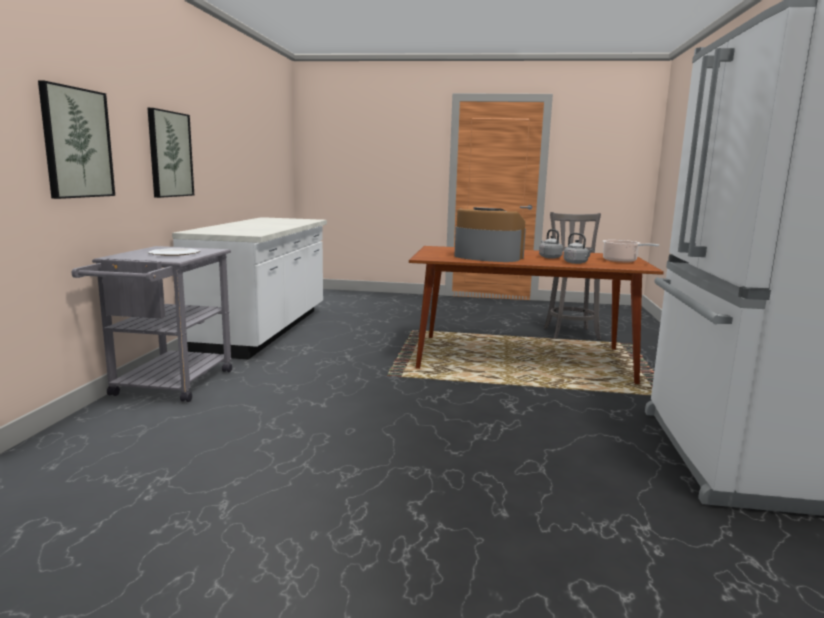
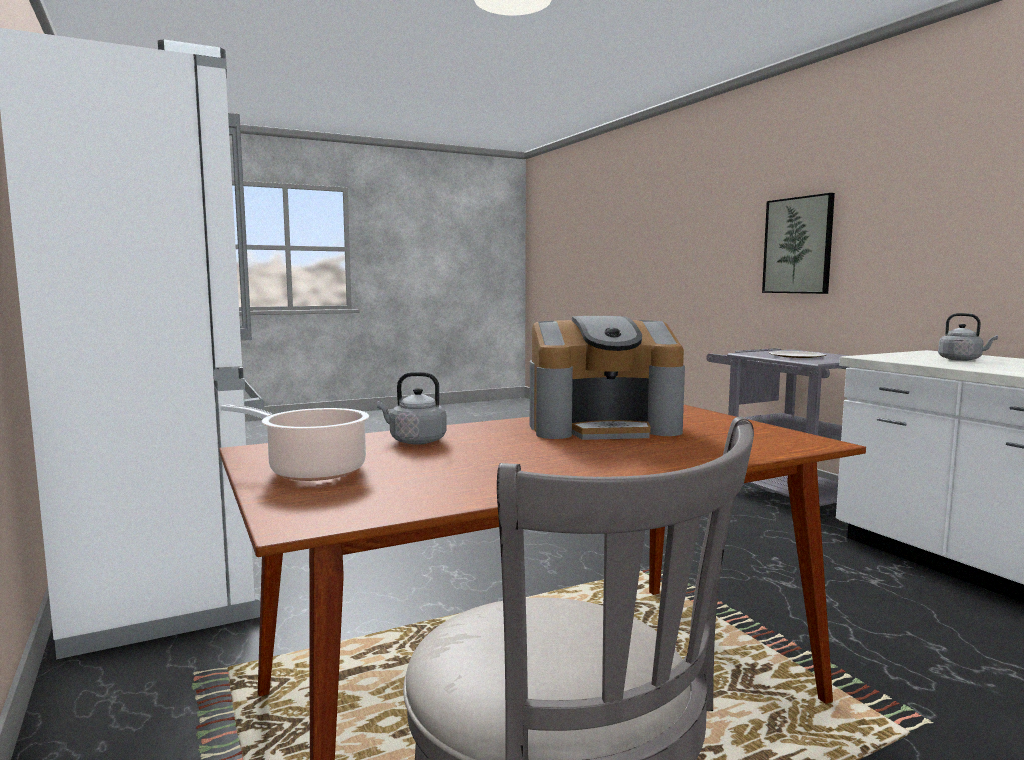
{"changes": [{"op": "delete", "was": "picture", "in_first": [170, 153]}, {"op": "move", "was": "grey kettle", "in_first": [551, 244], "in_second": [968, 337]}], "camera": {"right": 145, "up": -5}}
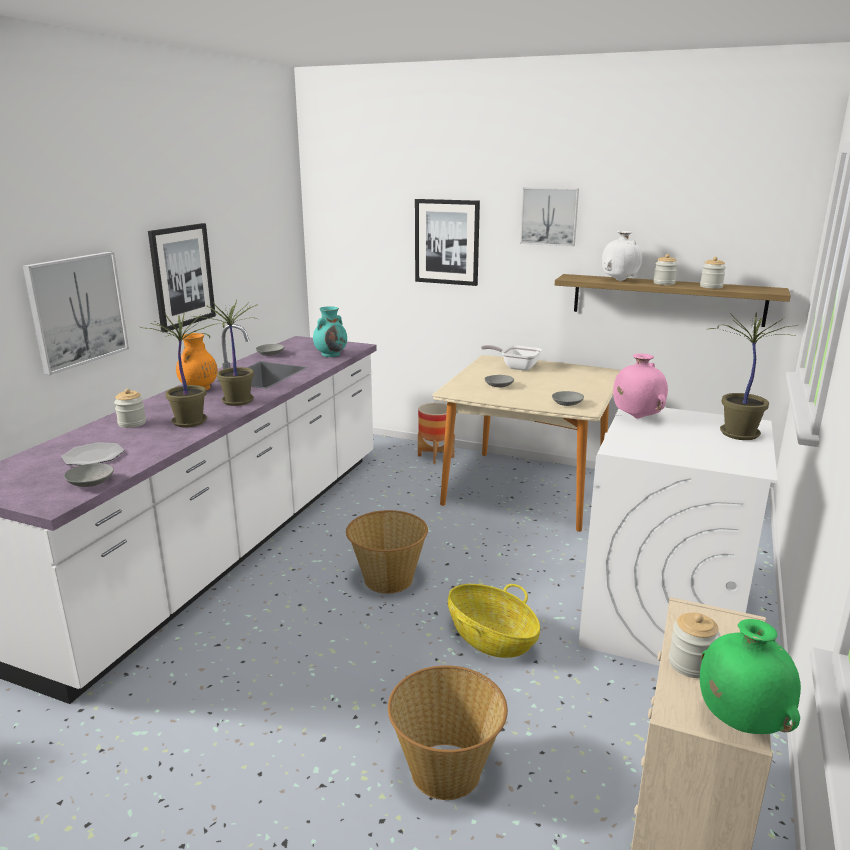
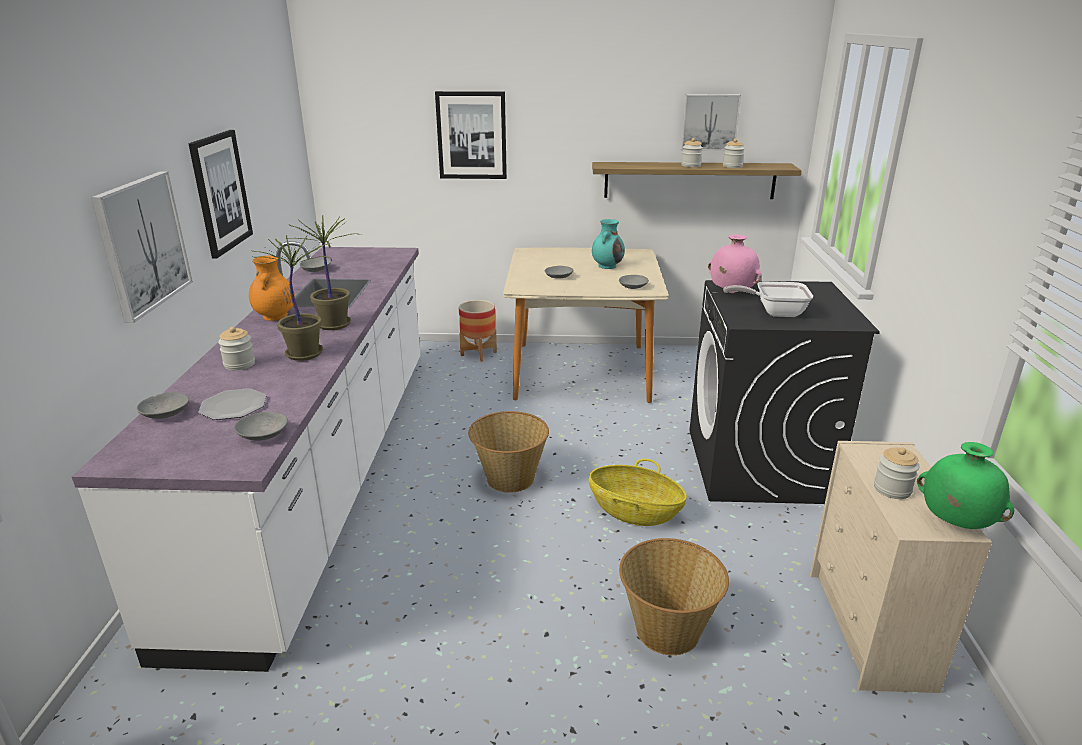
{"changes": [{"op": "move", "was": "picture", "in_first": [549, 216], "in_second": [711, 122]}, {"op": "delete", "was": "white vase", "in_first": [622, 256]}, {"op": "move", "was": "turquoise vase", "in_first": [330, 331], "in_second": [608, 244]}, {"op": "delete", "was": "potted plant", "in_first": [753, 376]}, {"op": "move", "was": "frying pan", "in_first": [511, 358], "in_second": [768, 299]}, {"op": "recolor", "was": "white washing machine", "now": "black washing machine", "in_first": [678, 537], "in_second": [784, 392]}, {"op": "insert", "now": "grey bowl", "in_second": [163, 405]}], "camera": {"right": -20, "up": 5}}
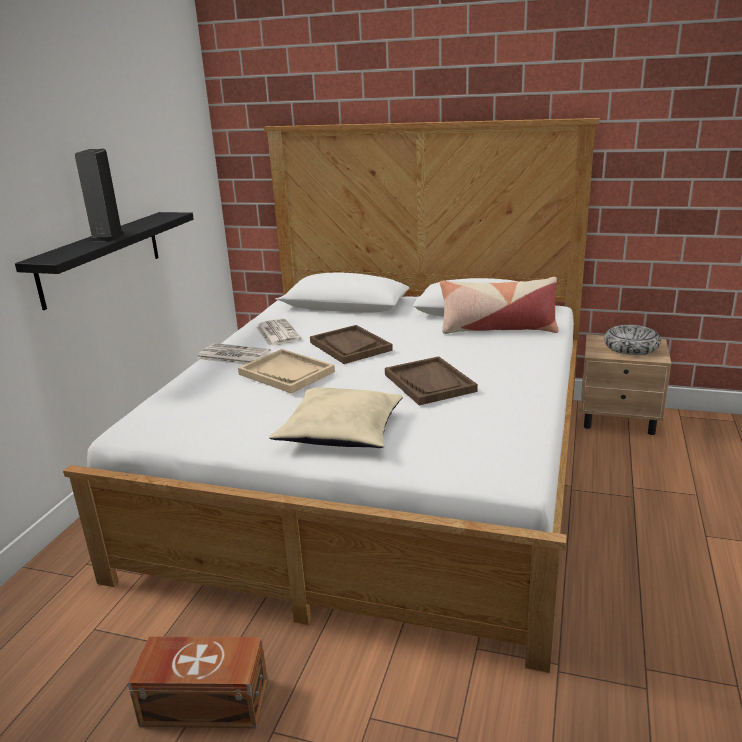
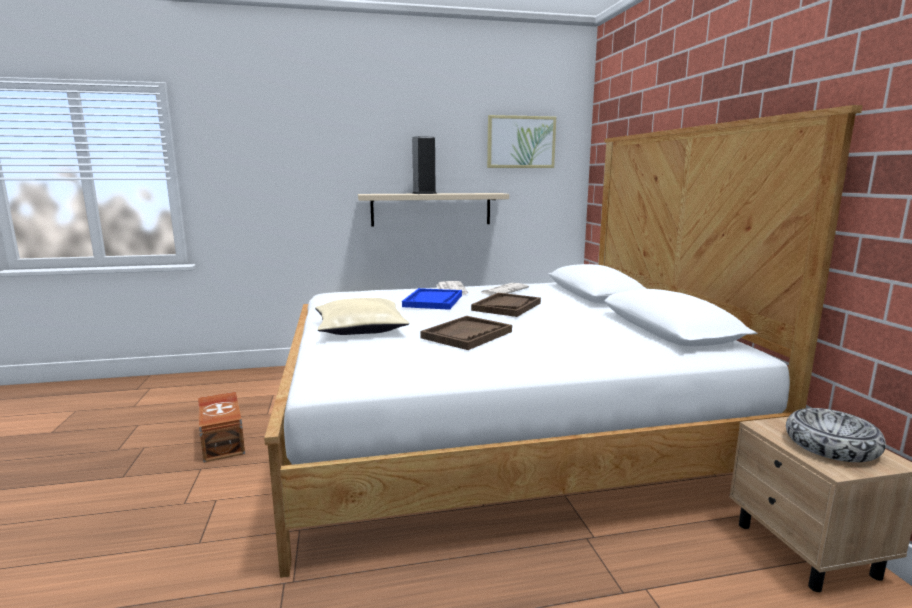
{"changes": [{"op": "recolor", "was": "black shelf", "now": "beige shelf", "in_first": [104, 261], "in_second": [433, 210]}, {"op": "delete", "was": "pillow", "in_first": [499, 305]}, {"op": "recolor", "was": "beige tray", "now": "blue tray", "in_first": [286, 371], "in_second": [432, 299]}, {"op": "insert", "now": "picture", "in_second": [521, 141]}], "camera": {"right": 60, "up": -10}}
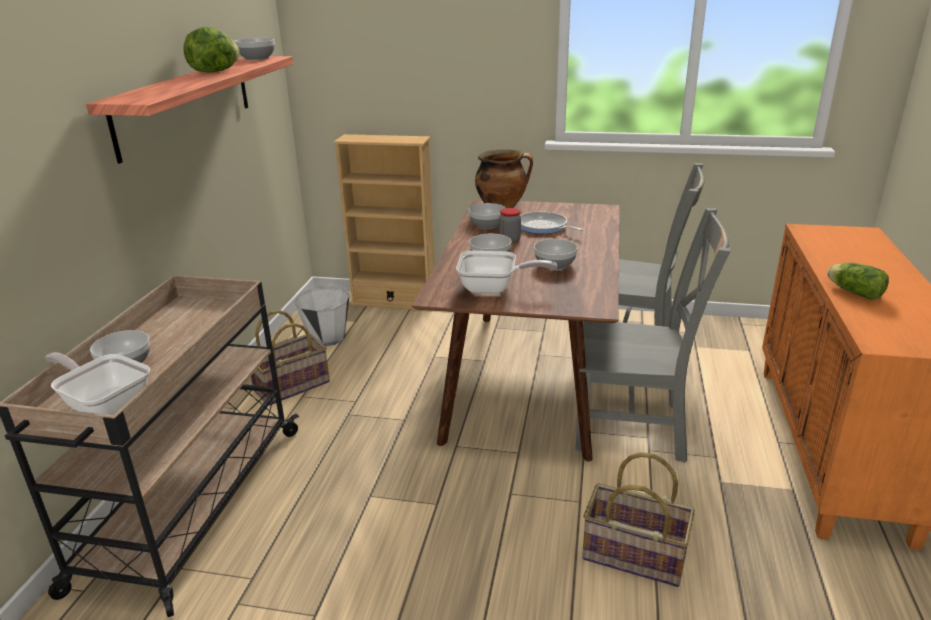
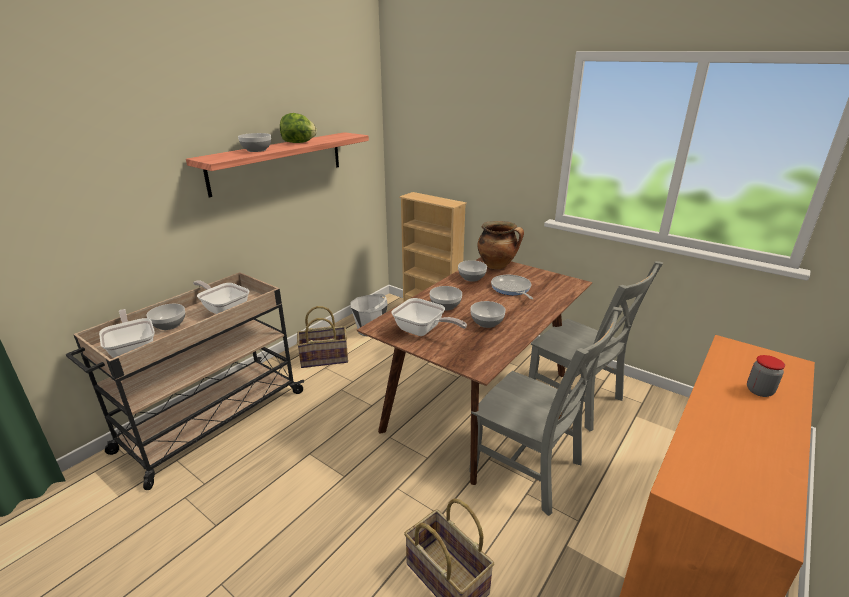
{"changes": [{"op": "move", "was": "bowl", "in_first": [254, 49], "in_second": [254, 142]}, {"op": "move", "was": "jar", "in_first": [510, 225], "in_second": [766, 376]}, {"op": "delete", "was": "lettuce", "in_first": [858, 281]}, {"op": "insert", "now": "frying pan", "in_second": [221, 297]}], "camera": {"right": 25, "up": 0}}
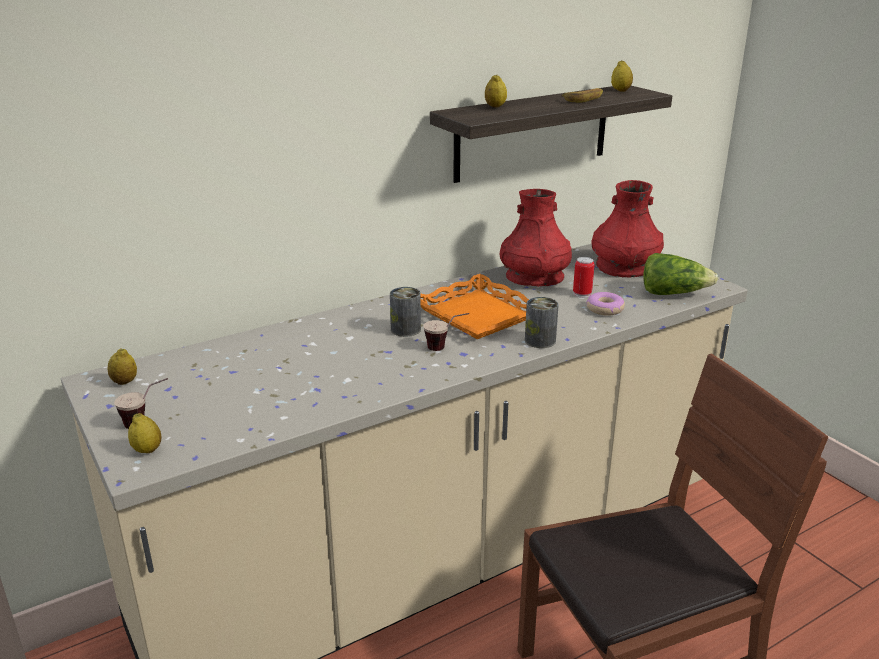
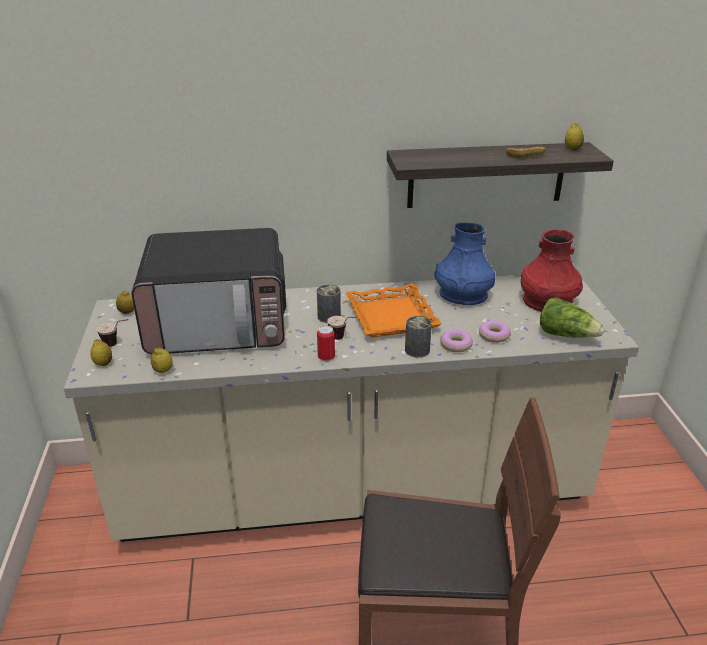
{"changes": [{"op": "move", "was": "lemon", "in_first": [496, 91], "in_second": [162, 360]}, {"op": "recolor", "was": "red vase", "now": "blue vase", "in_first": [536, 238], "in_second": [465, 264]}, {"op": "move", "was": "can", "in_first": [584, 277], "in_second": [326, 344]}, {"op": "insert", "now": "microwave", "in_second": [208, 291]}, {"op": "insert", "now": "donut", "in_second": [456, 340]}], "camera": {"right": 25, "up": 5}}
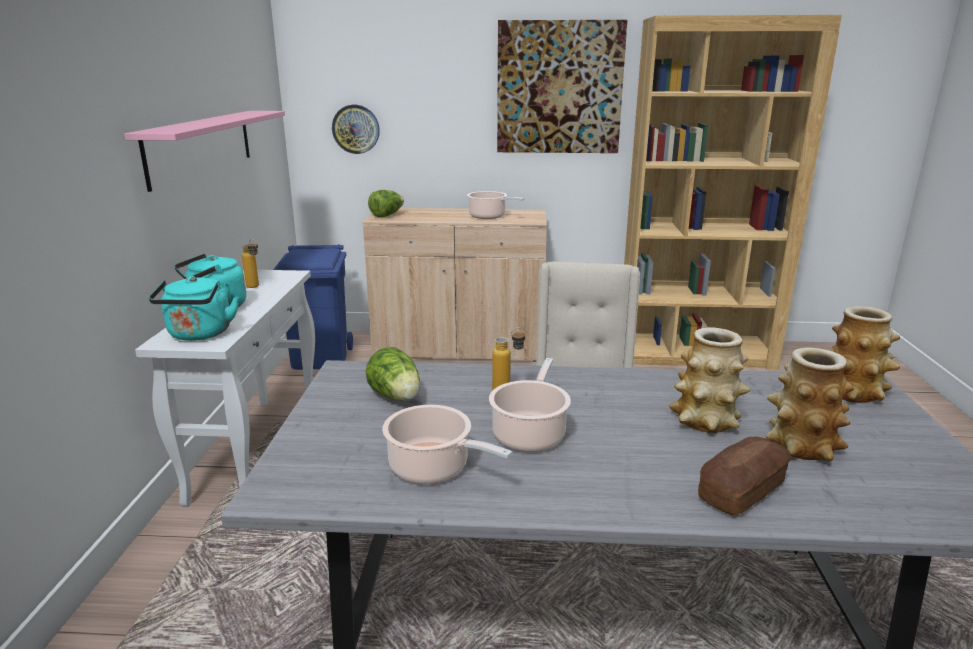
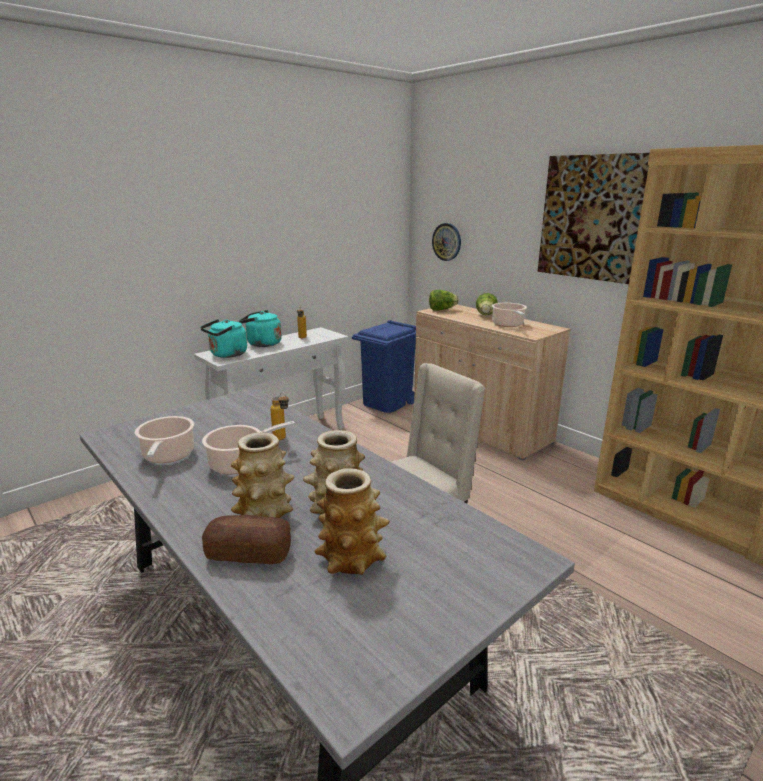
{"changes": [{"op": "delete", "was": "pink shelf", "in_first": [204, 151]}, {"op": "move", "was": "vase", "in_first": [864, 354], "in_second": [262, 475]}, {"op": "move", "was": "lettuce", "in_first": [393, 374], "in_second": [487, 304]}], "camera": {"right": 45, "up": 0}}
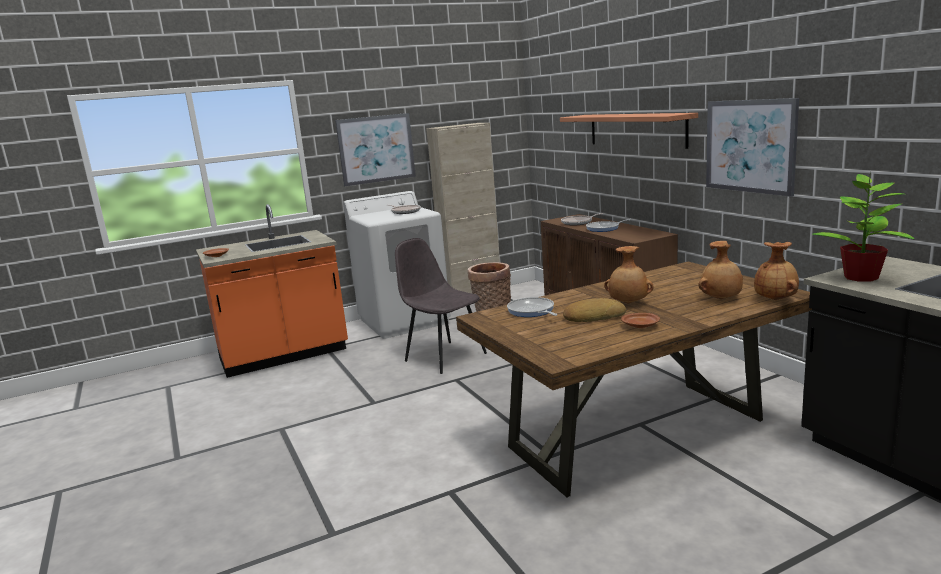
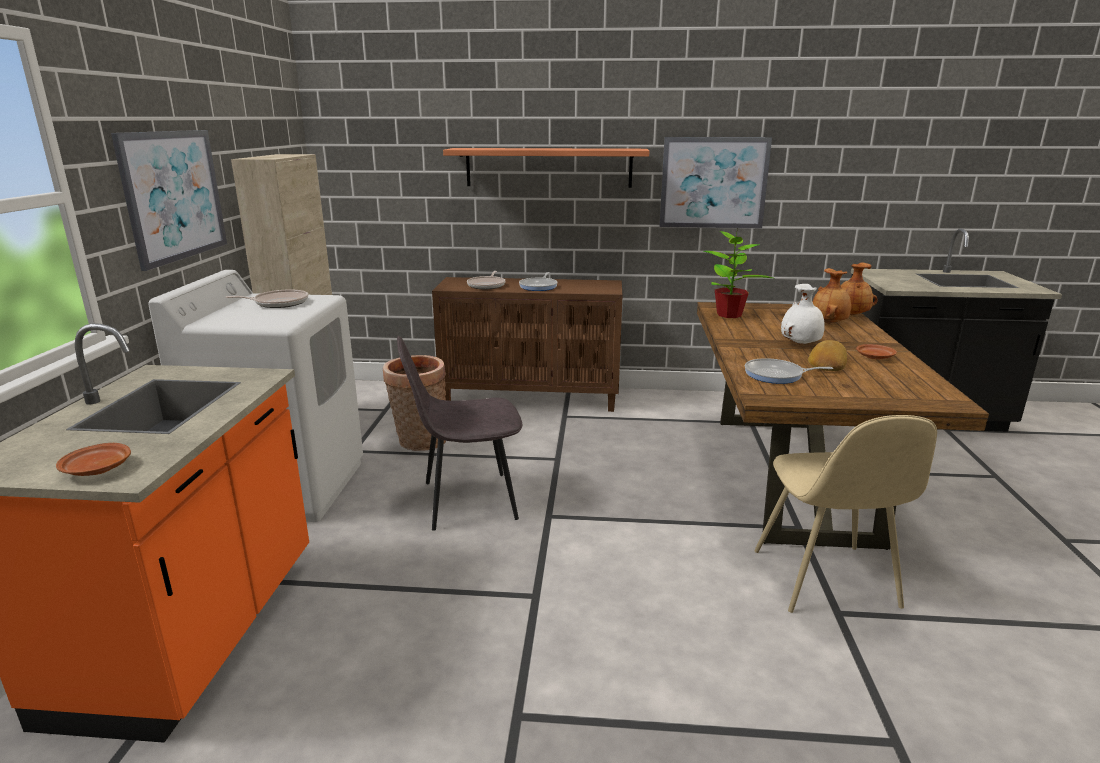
{"changes": [{"op": "move", "was": "potted plant", "in_first": [863, 228], "in_second": [739, 273]}, {"op": "recolor", "was": "brown vase", "now": "white vase", "in_first": [628, 274], "in_second": [803, 314]}, {"op": "insert", "now": "beige chair", "in_second": [845, 514]}], "camera": {"right": -60, "up": 5}}
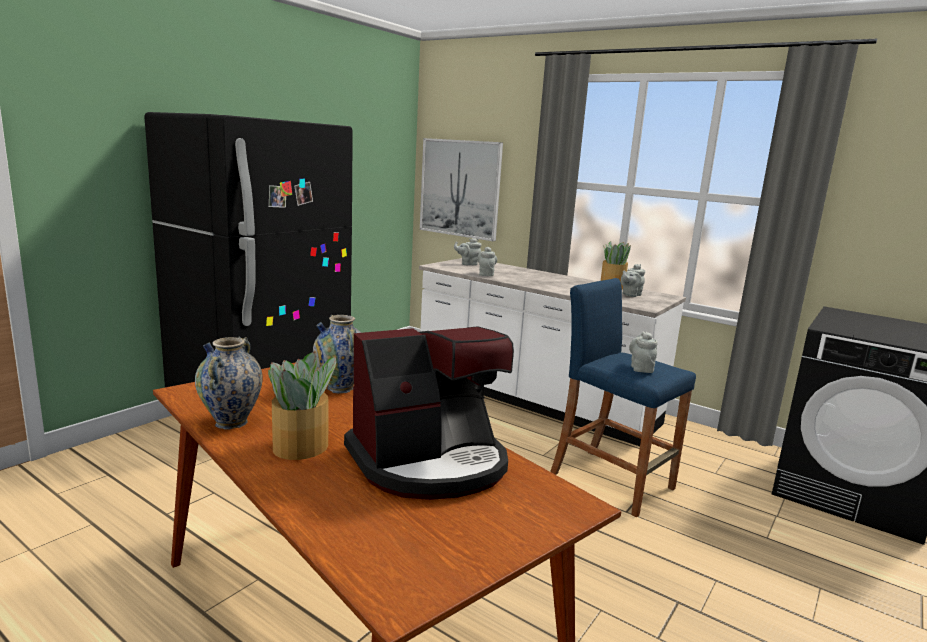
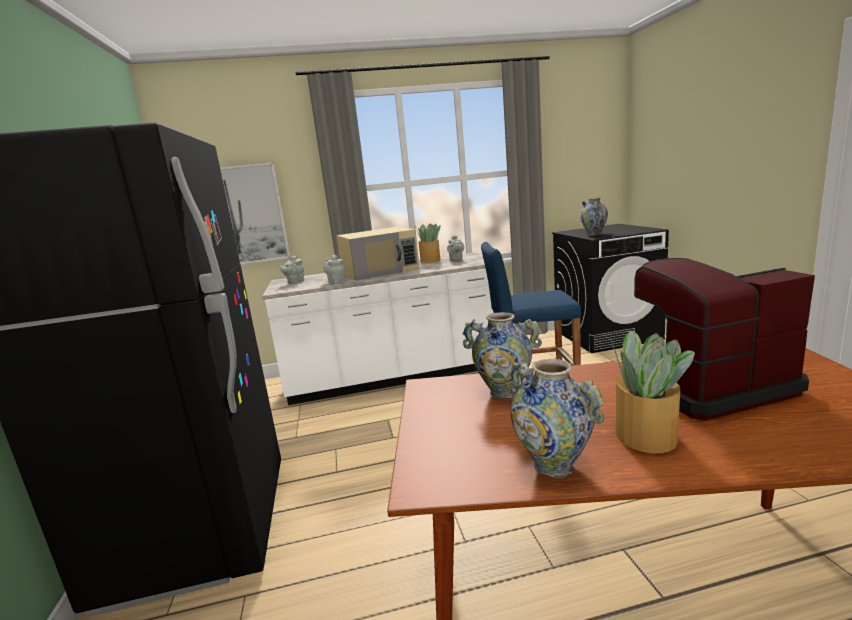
{"changes": [{"op": "rotate", "was": "coffee machine", "in_first": [429, 413], "in_second": [724, 339], "clockwise": -120}, {"op": "delete", "was": "grey teapot", "in_first": [643, 352]}, {"op": "insert", "now": "vase", "in_second": [594, 217]}, {"op": "insert", "now": "beige microwave", "in_second": [378, 254]}], "camera": {"right": -45, "up": 0}}
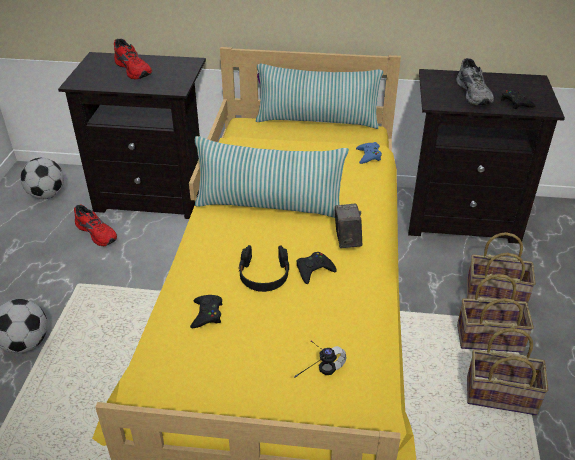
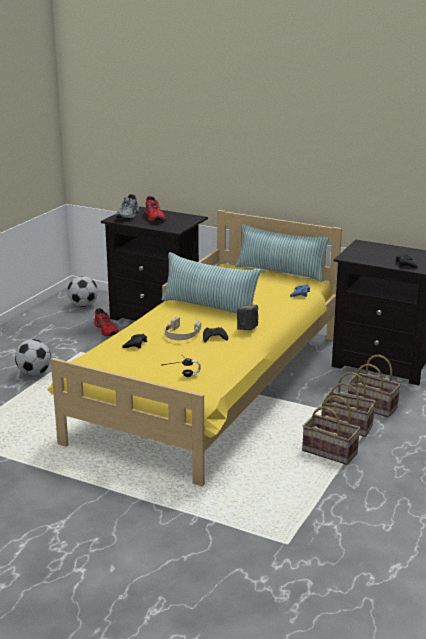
{"changes": [{"op": "move", "was": "grey shoe", "in_first": [475, 81], "in_second": [127, 206]}, {"op": "recolor", "was": "black headphones", "now": "beige headphones", "in_first": [264, 268], "in_second": [183, 328]}], "camera": {"right": 20, "up": -15}}
